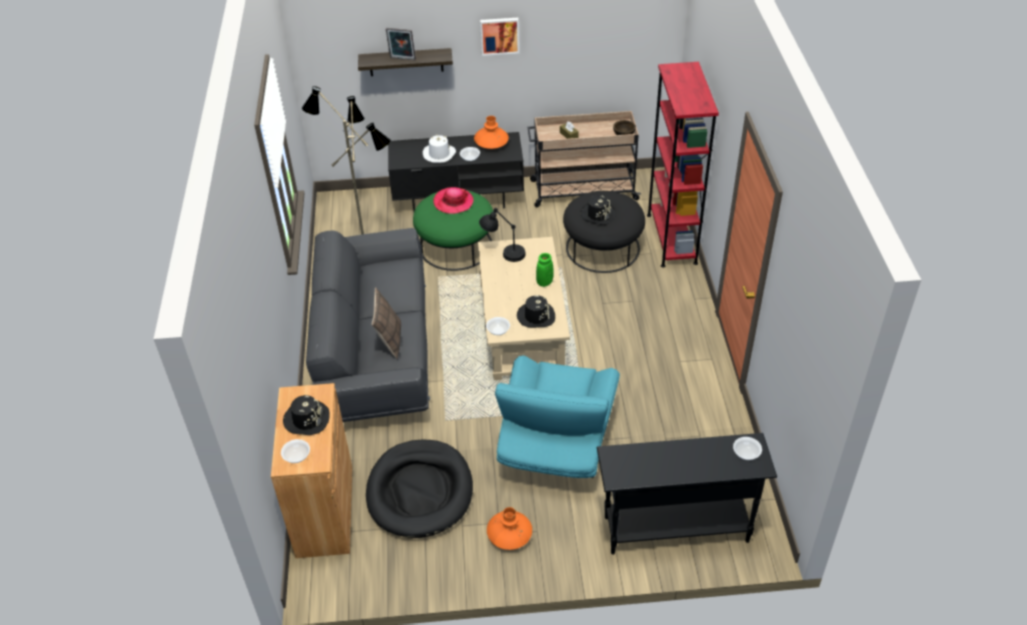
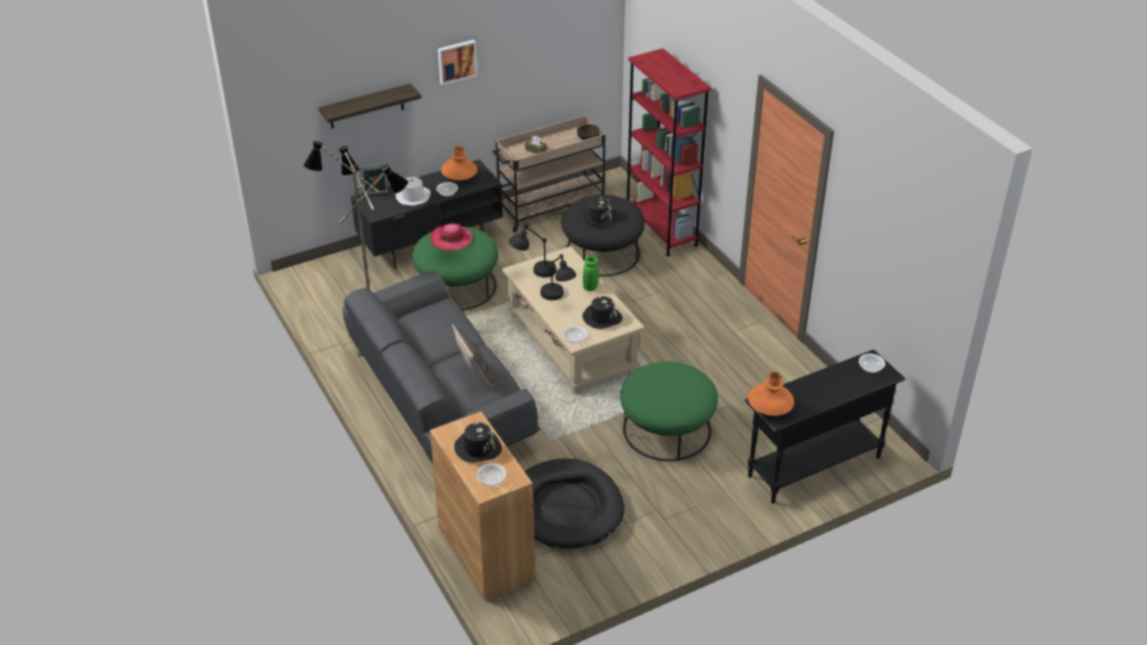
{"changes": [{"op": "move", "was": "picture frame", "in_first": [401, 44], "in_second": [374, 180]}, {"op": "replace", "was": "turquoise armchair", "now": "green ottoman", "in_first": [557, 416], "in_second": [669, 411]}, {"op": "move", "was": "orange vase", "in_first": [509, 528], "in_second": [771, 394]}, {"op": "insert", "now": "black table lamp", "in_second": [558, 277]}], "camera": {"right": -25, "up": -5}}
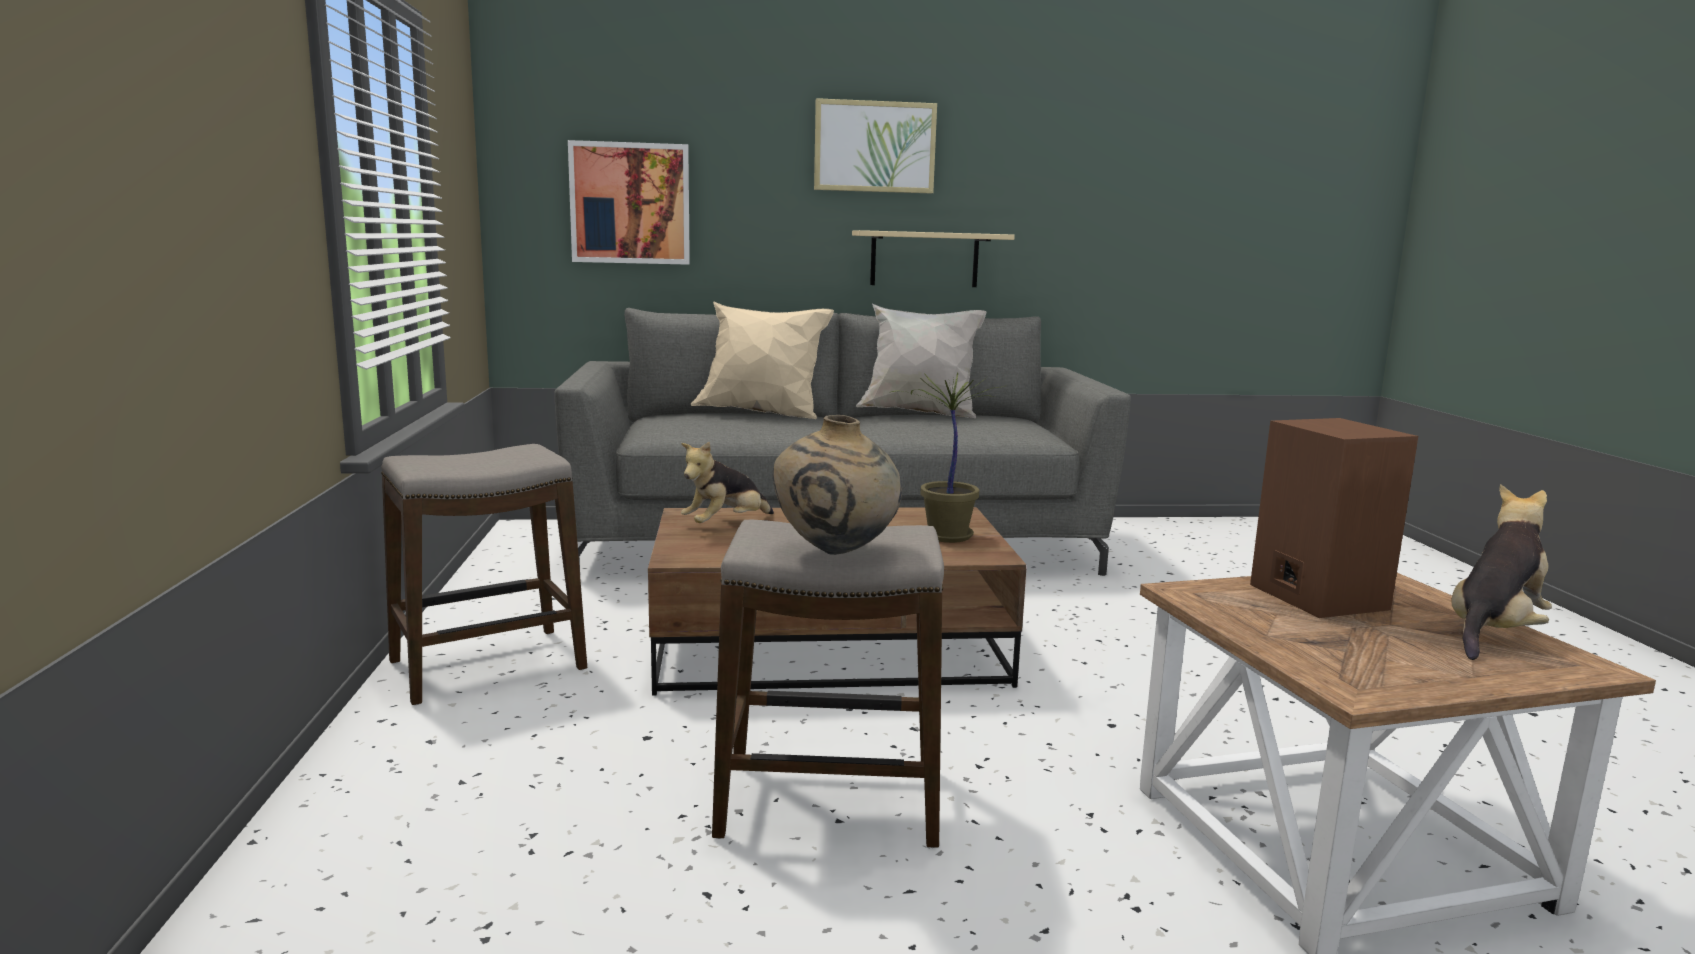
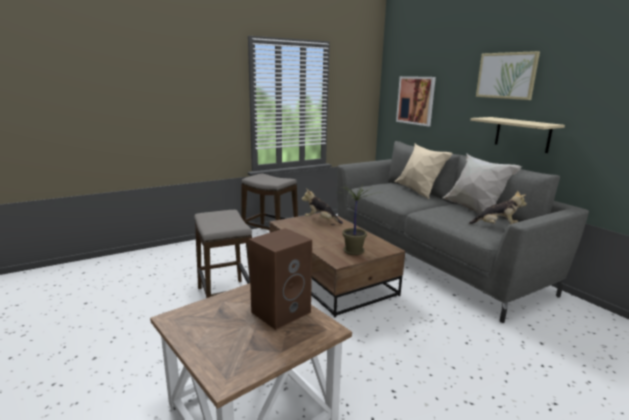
{"changes": [{"op": "delete", "was": "beige vase", "in_first": [837, 485]}, {"op": "move", "was": "plush toy", "in_first": [1501, 572], "in_second": [498, 207]}], "camera": {"right": 65, "up": 5}}
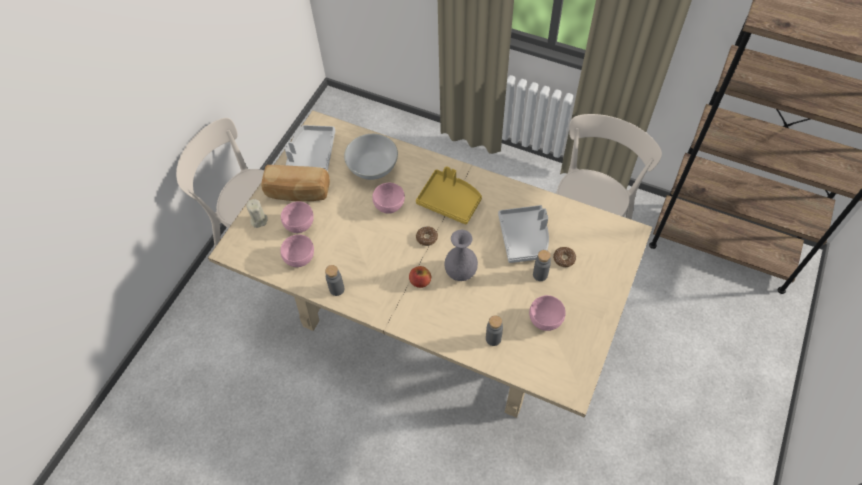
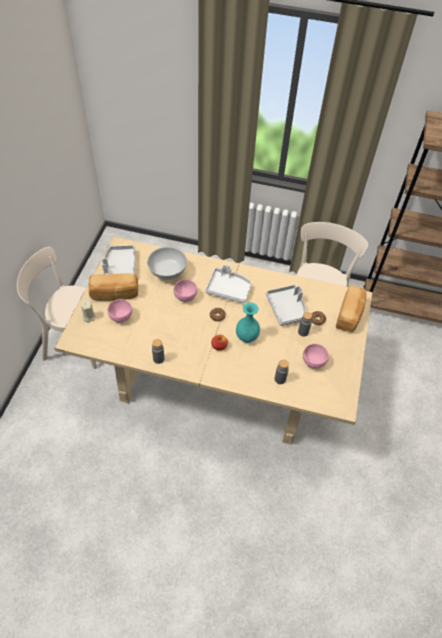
{"changes": [{"op": "recolor", "was": "yellow tray", "now": "white tray", "in_first": [449, 195], "in_second": [228, 284]}, {"op": "recolor", "was": "grey vase", "now": "turquoise vase", "in_first": [461, 255], "in_second": [248, 322]}, {"op": "delete", "was": "pink bowl", "in_first": [297, 251]}, {"op": "insert", "now": "bread", "in_second": [351, 308]}], "camera": {"right": -15, "up": -5}}
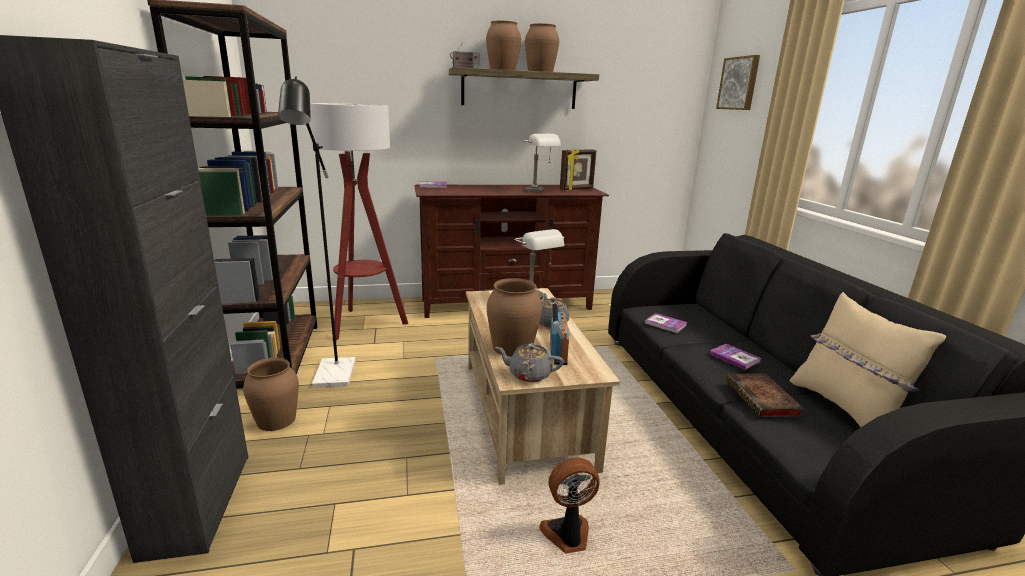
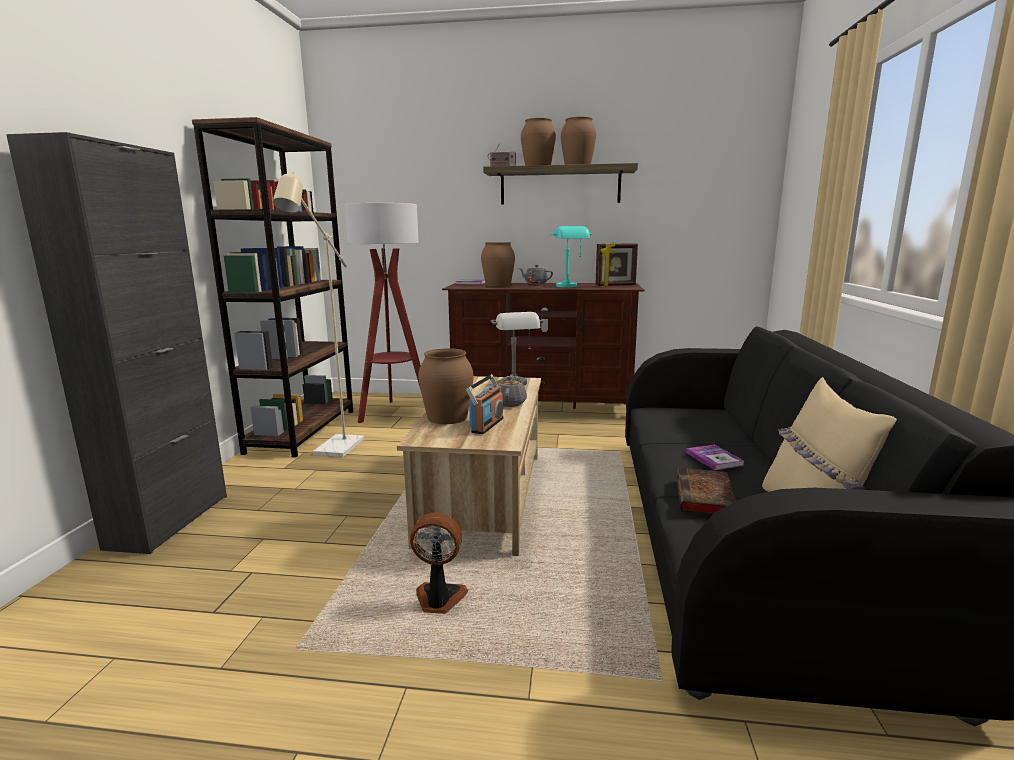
{"changes": [{"op": "delete", "was": "picture", "in_first": [738, 82]}, {"op": "recolor", "was": "black floor lamp", "now": "beige floor lamp", "in_first": [317, 232], "in_second": [318, 314]}, {"op": "recolor", "was": "grey table lamp", "now": "turquoise table lamp", "in_first": [541, 163], "in_second": [571, 256]}, {"op": "delete", "was": "book", "in_first": [666, 323]}, {"op": "move", "was": "grey teapot", "in_first": [529, 363], "in_second": [536, 274]}, {"op": "move", "was": "brown vase", "in_first": [271, 394], "in_second": [498, 264]}], "camera": {"right": 20, "up": -5}}
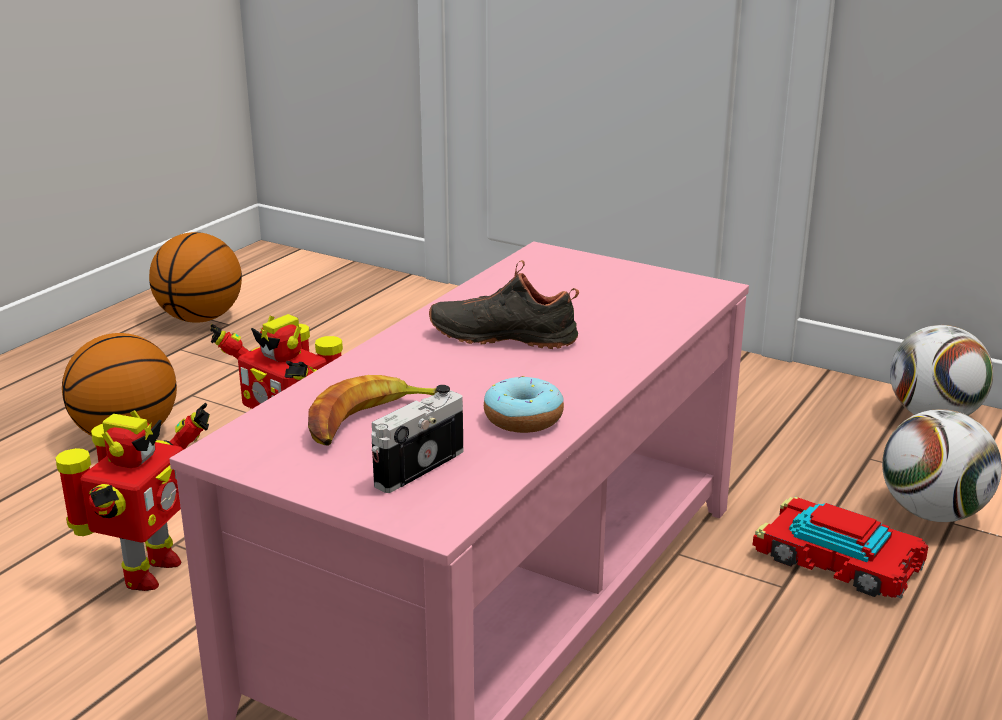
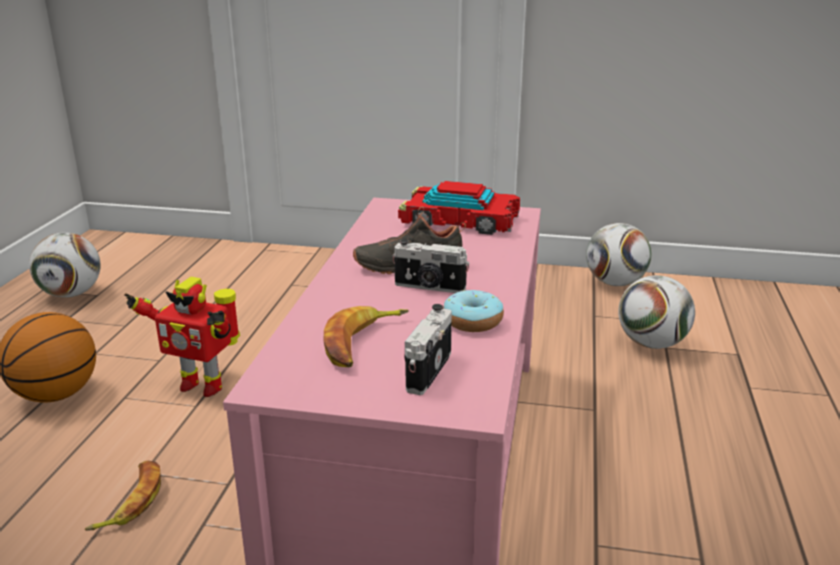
{"changes": [{"op": "replace", "was": "basketball", "now": "football", "in_first": [195, 277], "in_second": [65, 265]}, {"op": "replace", "was": "toy robot", "now": "banana", "in_first": [132, 497], "in_second": [123, 496]}, {"op": "move", "was": "toy car", "in_first": [840, 547], "in_second": [459, 208]}, {"op": "insert", "now": "photo camera", "in_second": [431, 266]}], "camera": {"right": -20, "up": 0}}
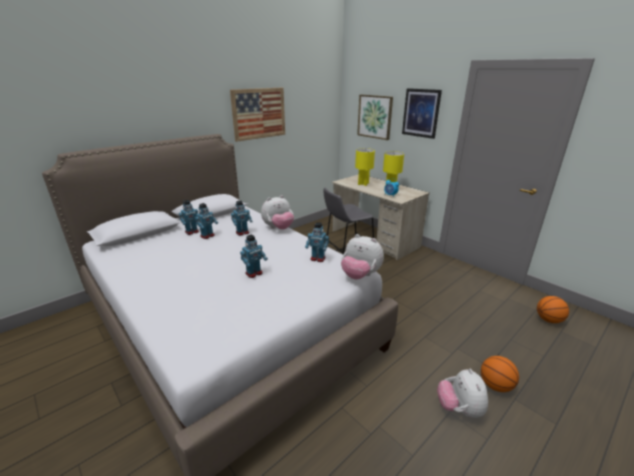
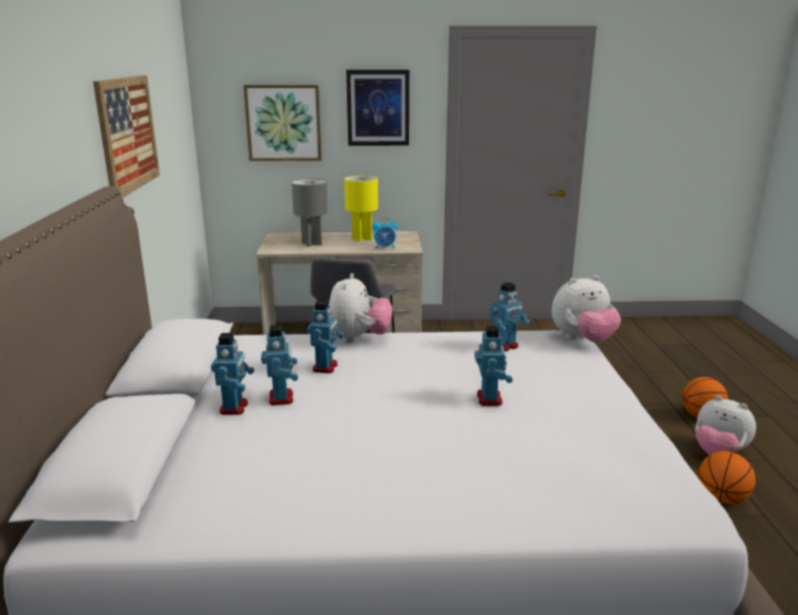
{"changes": [{"op": "recolor", "was": "yellow table lamp", "now": "grey table lamp", "in_first": [365, 167], "in_second": [310, 213]}, {"op": "move", "was": "basketball", "in_first": [553, 309], "in_second": [727, 477]}], "camera": {"right": -50, "up": -5}}
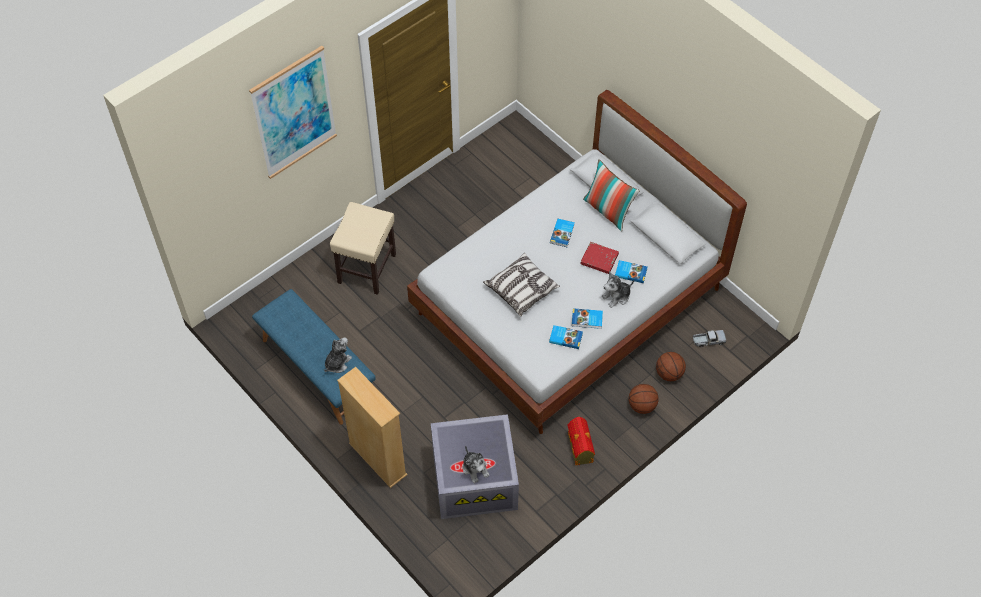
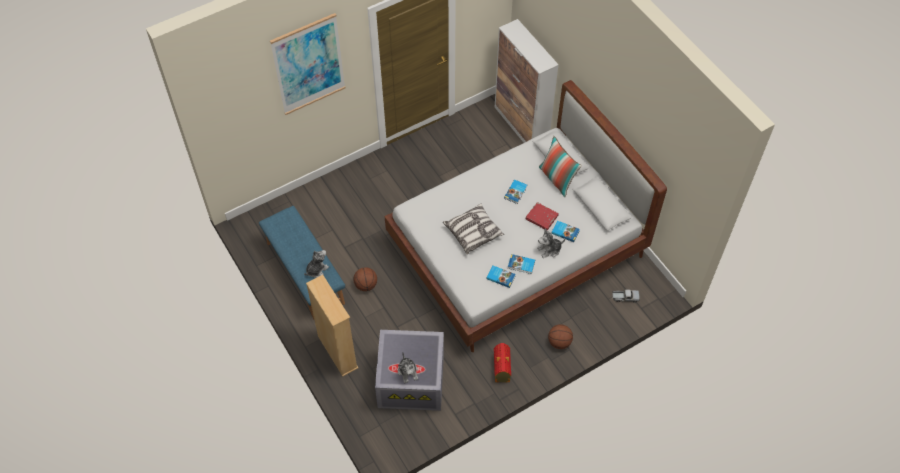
{"changes": [{"op": "delete", "was": "beige stool", "in_first": [363, 248]}, {"op": "move", "was": "basketball", "in_first": [671, 366], "in_second": [365, 279]}, {"op": "insert", "now": "cabinet", "in_second": [527, 81]}], "camera": {"right": 10, "up": 0}}
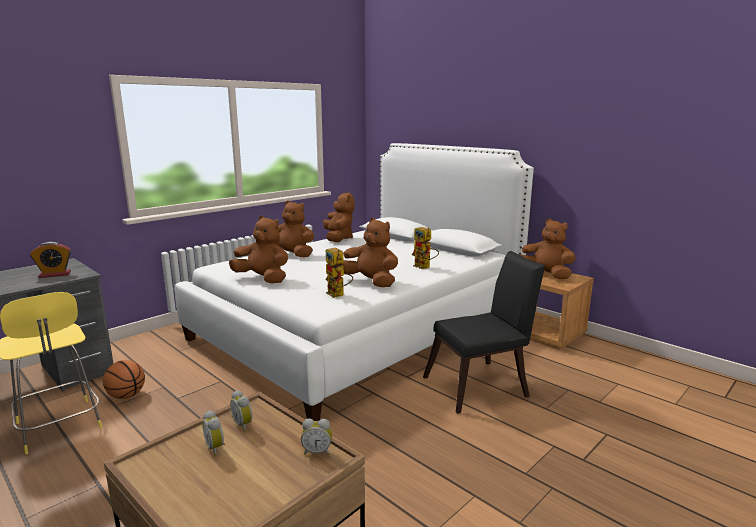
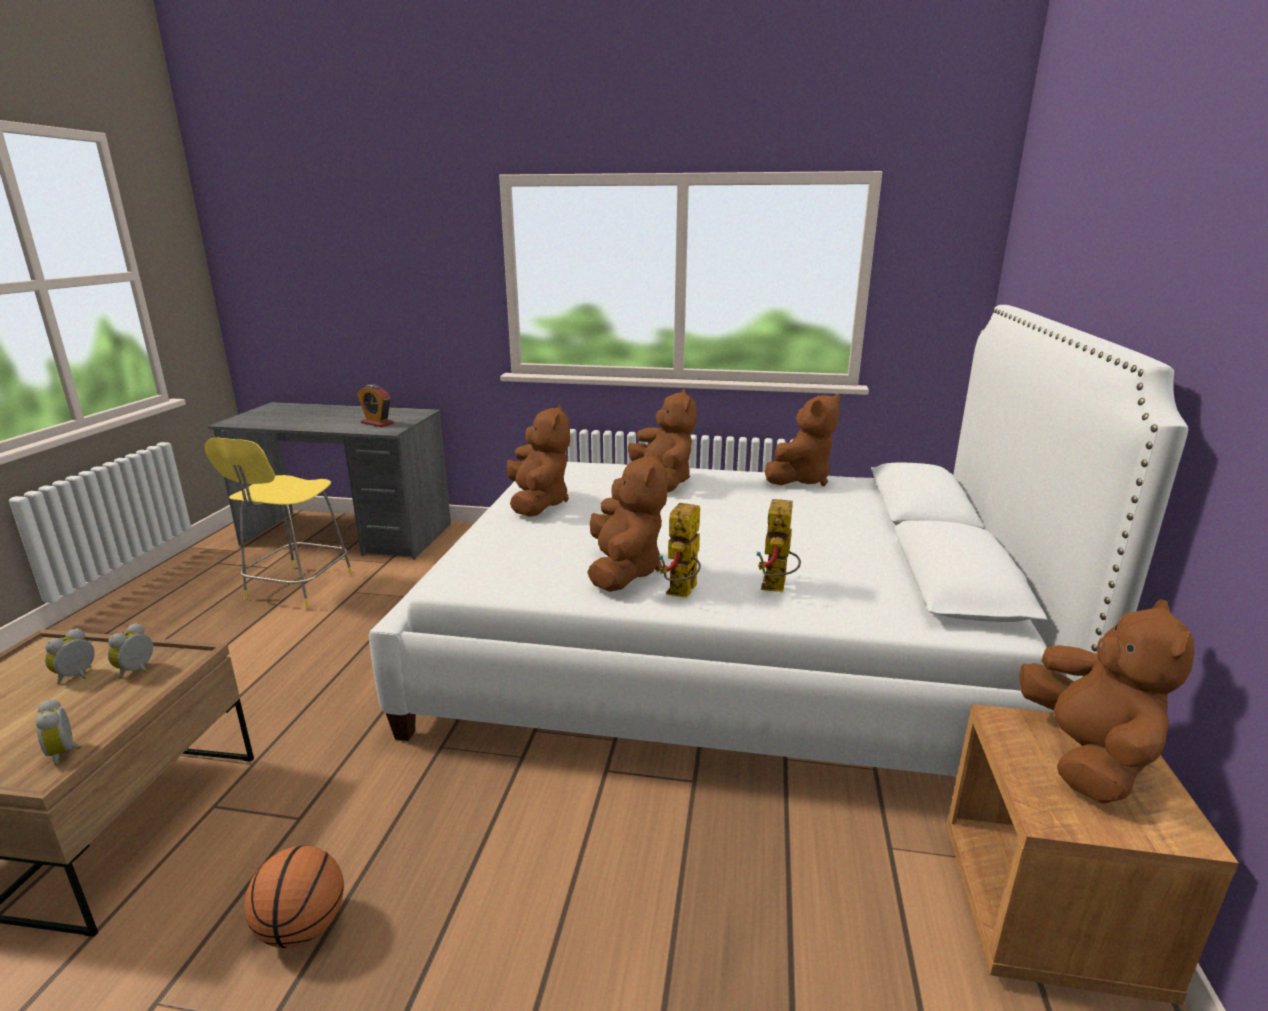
{"changes": [{"op": "move", "was": "toy robot", "in_first": [339, 273], "in_second": [679, 550]}, {"op": "delete", "was": "black chair", "in_first": [484, 332]}, {"op": "move", "was": "basketball", "in_first": [124, 379], "in_second": [294, 897]}], "camera": {"right": 55, "up": 5}}
